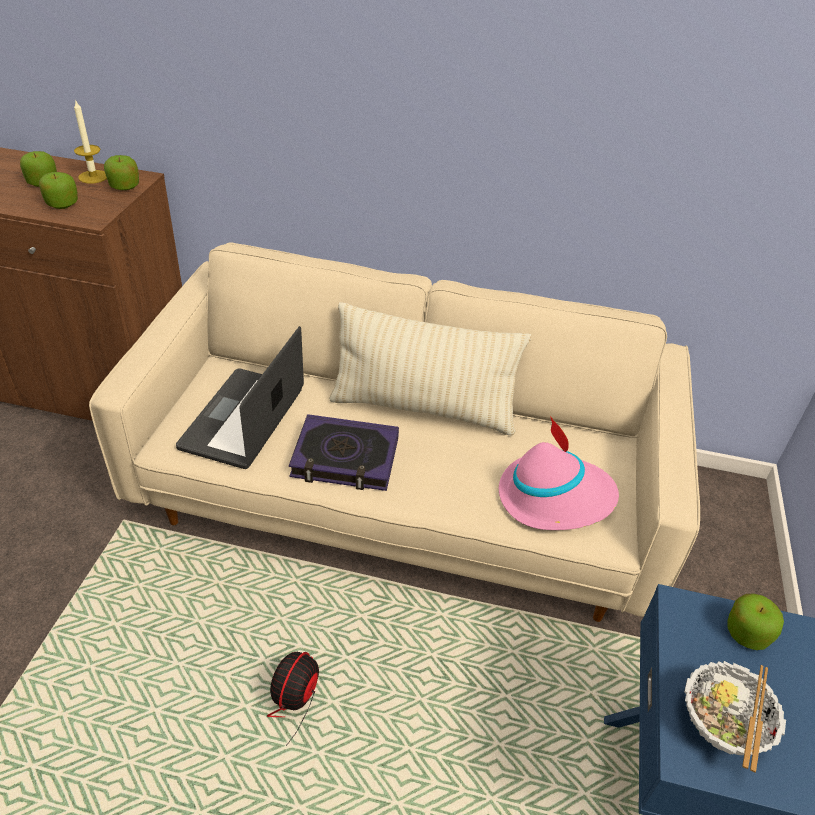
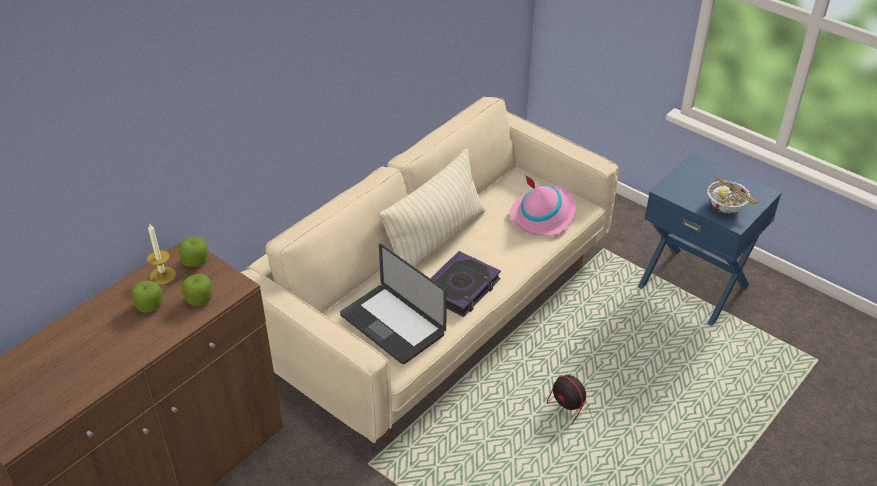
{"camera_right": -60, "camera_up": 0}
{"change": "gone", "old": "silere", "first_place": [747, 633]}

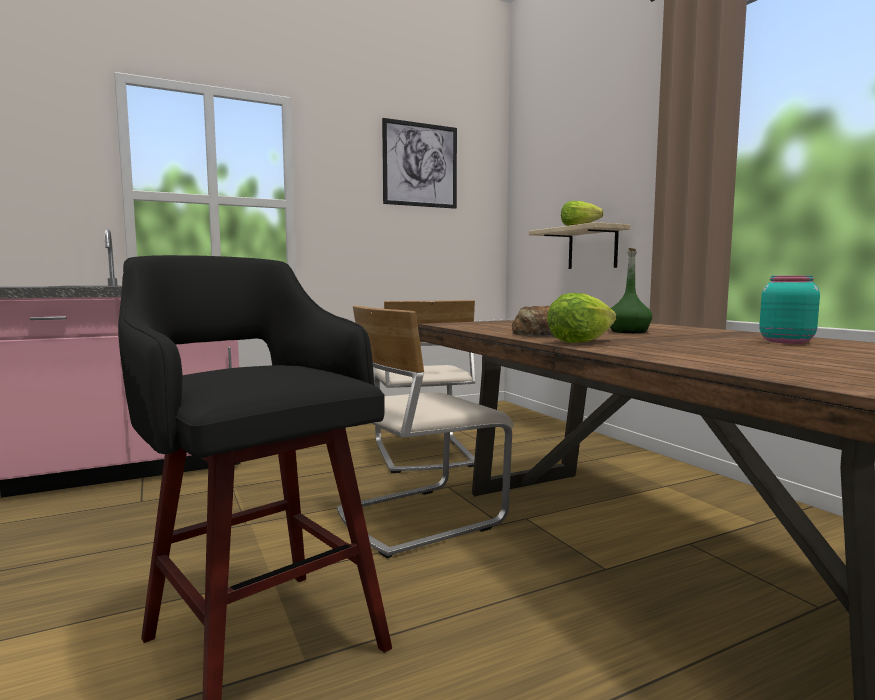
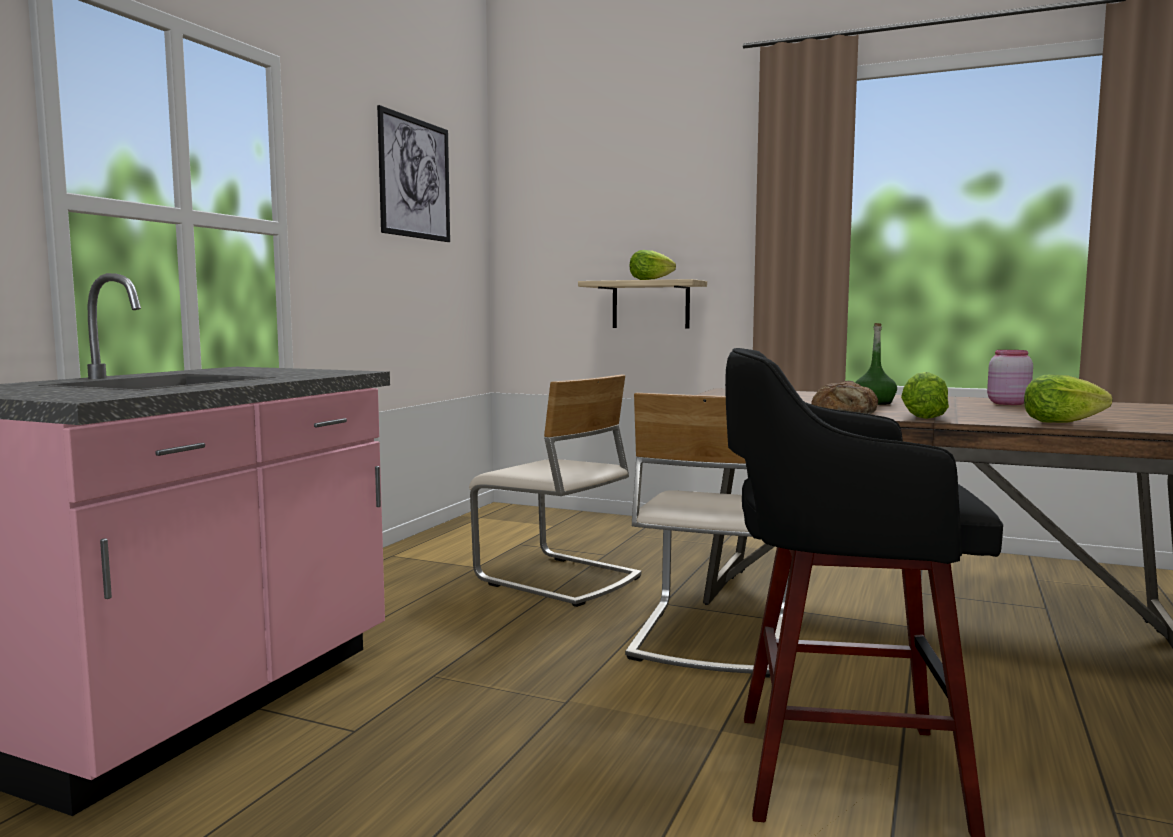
{"camera_right": -40, "camera_up": 0}
{"change": "repainted", "old": "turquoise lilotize", "new": "pink lilotize", "first_place": [785, 341], "second_place": [1007, 403]}
{"change": "new", "new": "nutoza", "second_place": [1060, 422]}

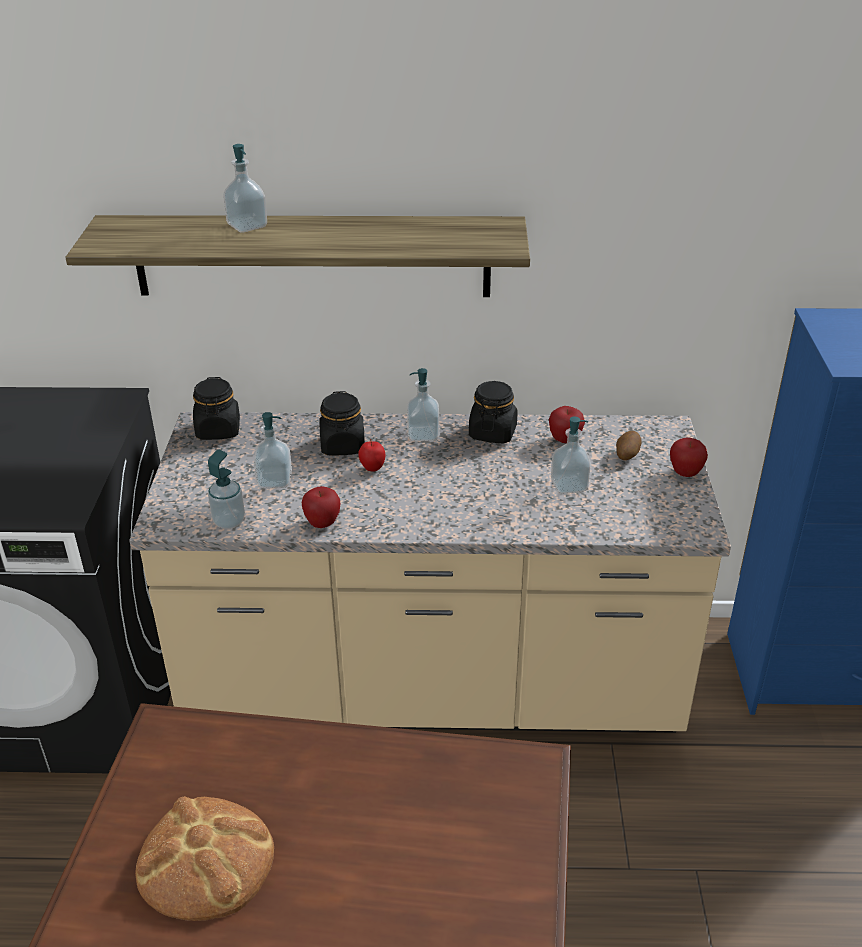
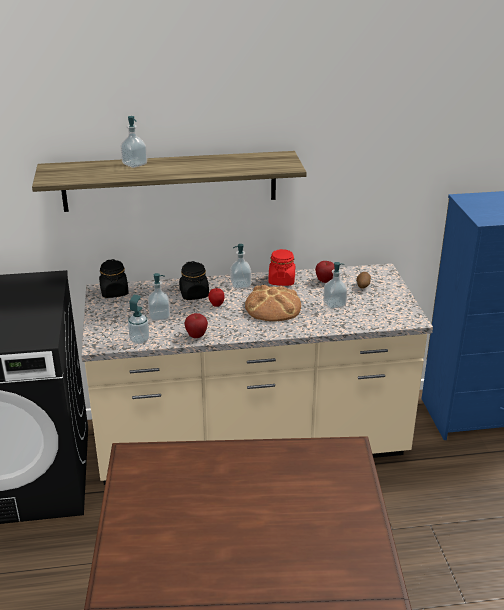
{"camera_right": -10, "camera_up": -5}
{"change": "repainted", "old": "black lilotize", "new": "red lilotize", "first_place": [492, 432], "second_place": [281, 280]}
{"change": "gone", "old": "silere", "first_place": [685, 473]}
{"change": "shifted", "old": "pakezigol", "first_place": [206, 860], "second_place": [272, 307]}

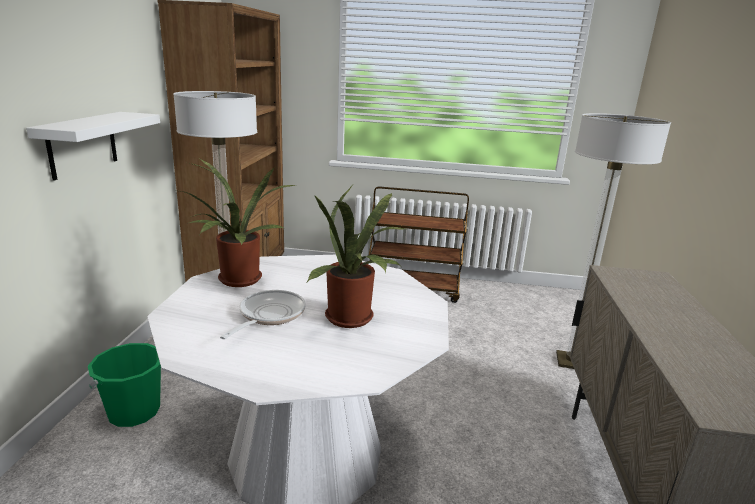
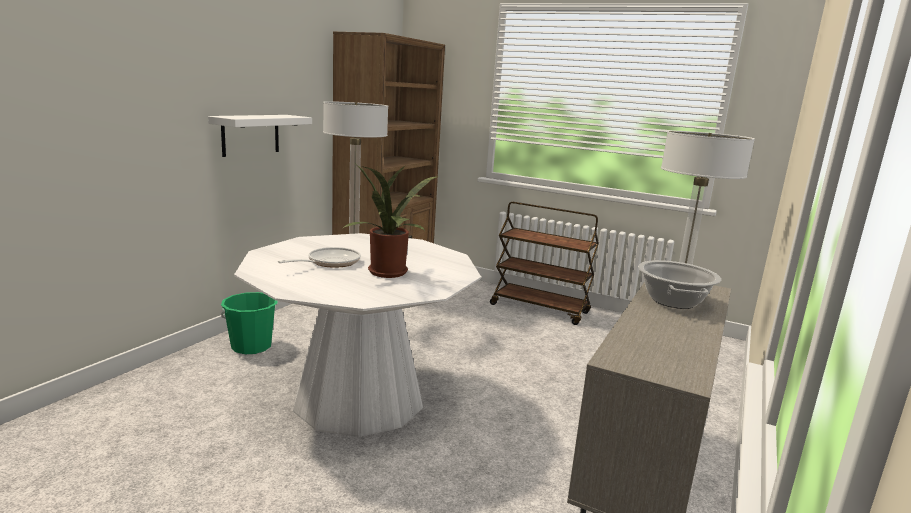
{"camera_right": 20, "camera_up": -5}
{"change": "gone", "old": "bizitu", "first_place": [238, 281]}
{"change": "new", "new": "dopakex", "second_place": [673, 301]}

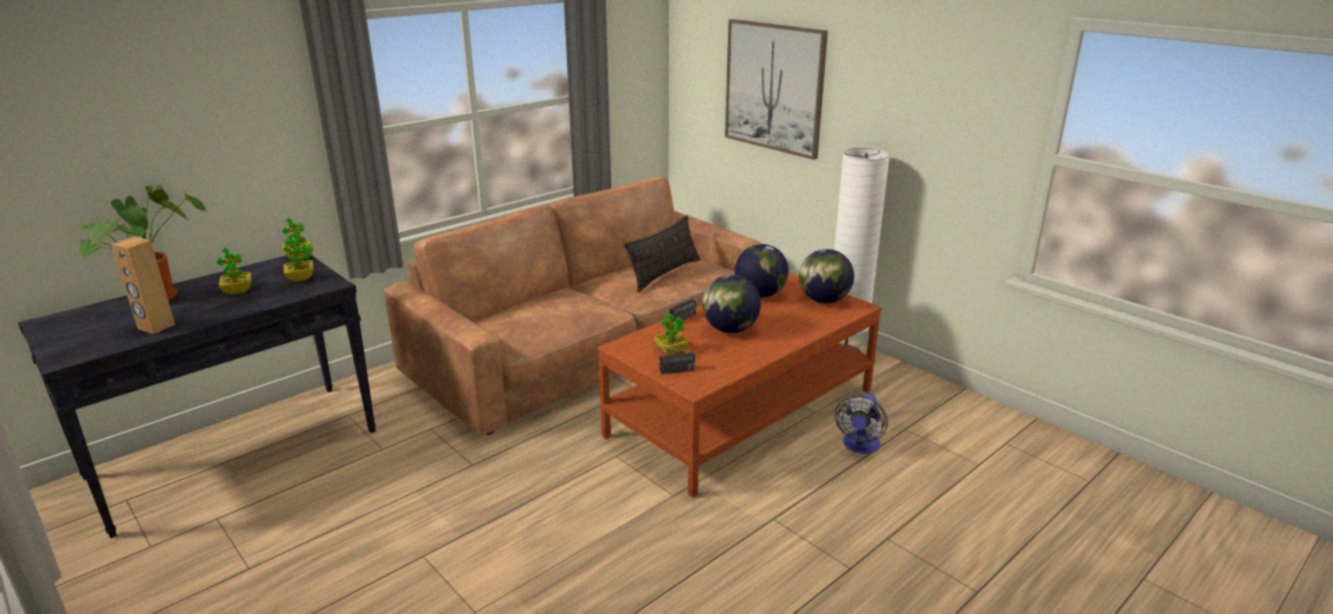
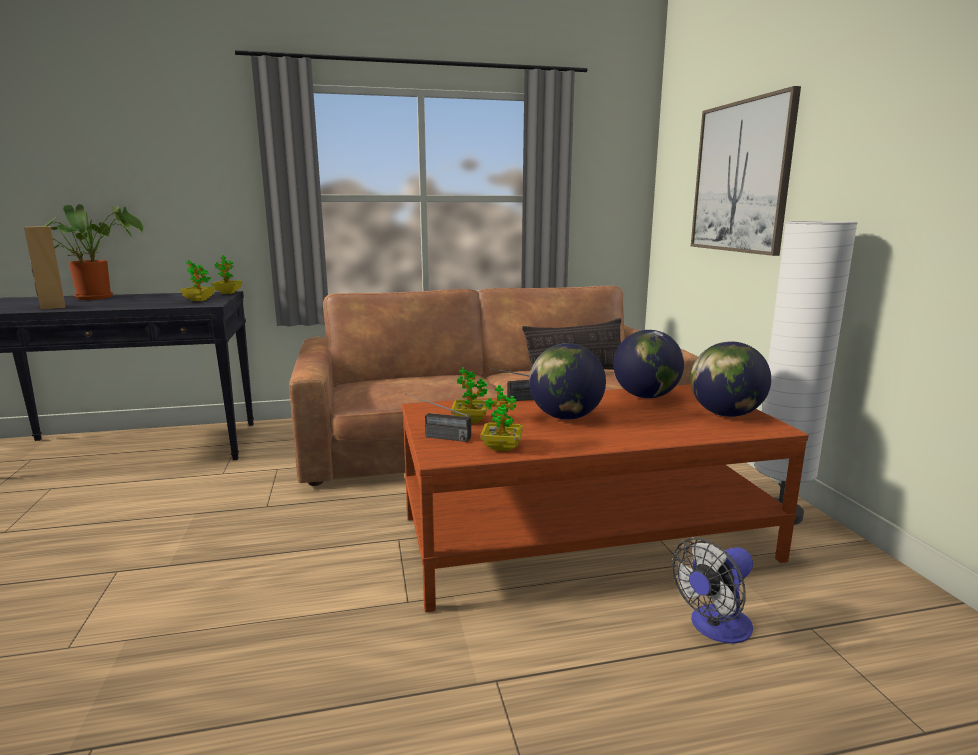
{"camera_right": 30, "camera_up": -10}
{"change": "shifted", "old": "bizitu", "first_place": [238, 291], "second_place": [502, 447]}

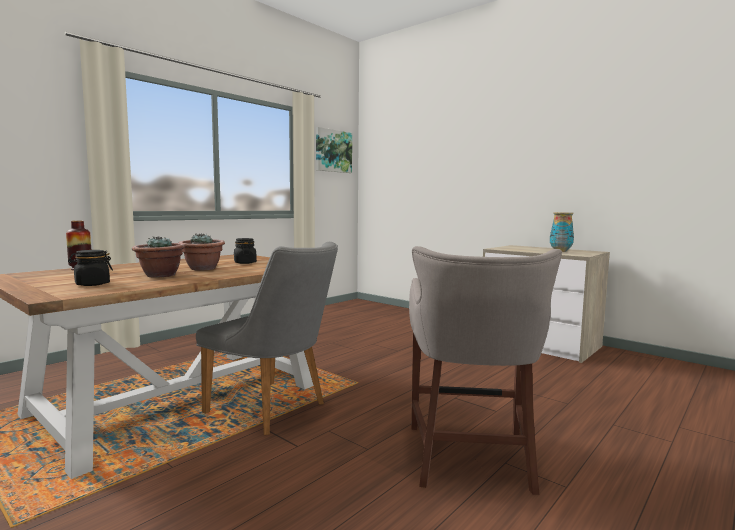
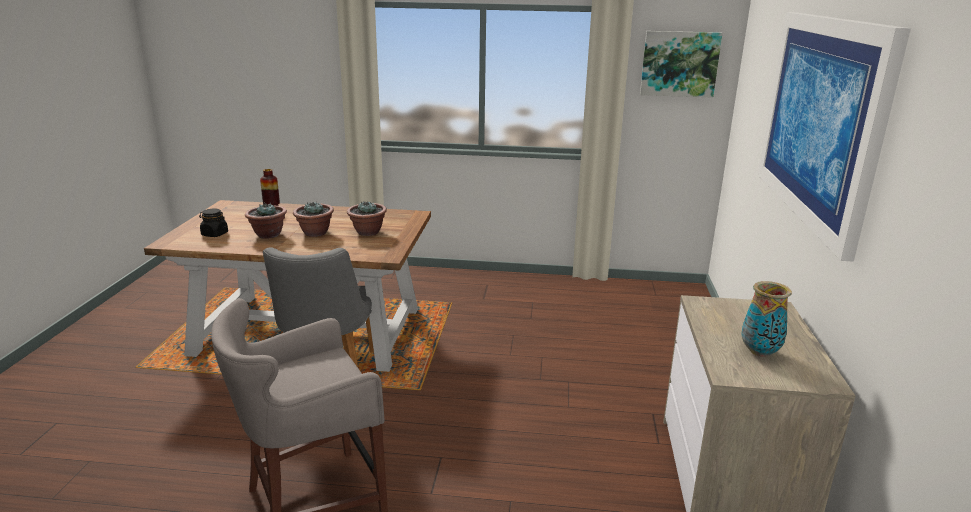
{"camera_right": 55, "camera_up": 15}
{"change": "swapped", "old": "black lilotize", "new": "bizitu", "first_place": [245, 263], "second_place": [368, 232]}
{"change": "new", "new": "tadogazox", "second_place": [821, 120]}

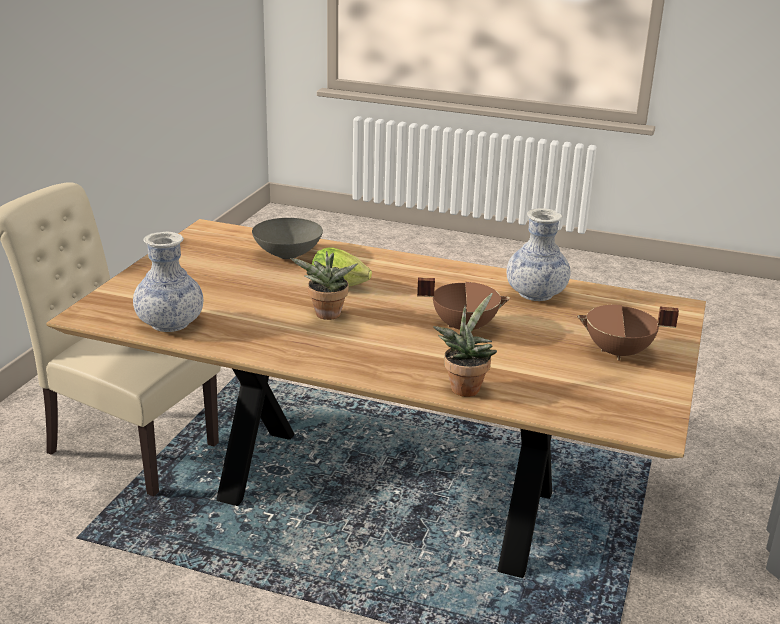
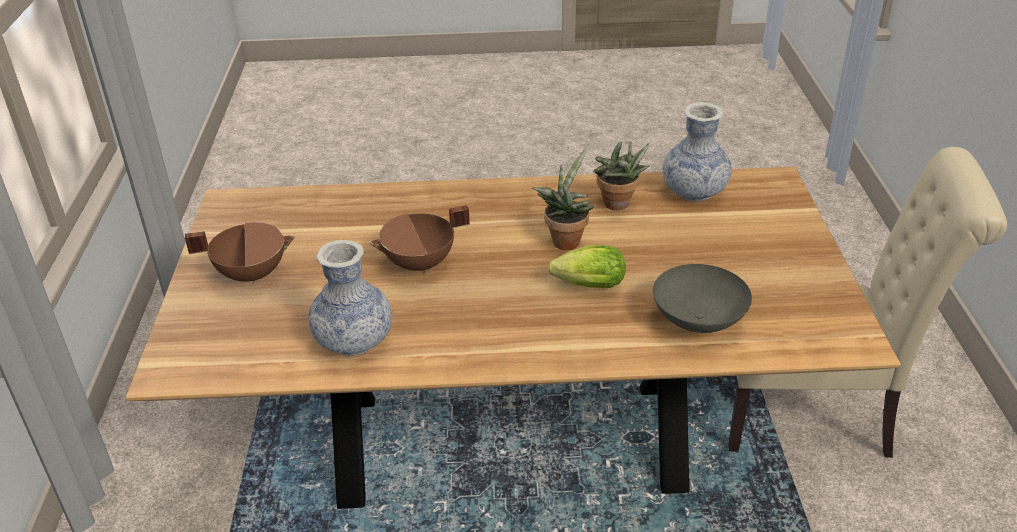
{"camera_right": 160, "camera_up": 10}
{"change": "shifted", "old": "bizitu", "first_place": [464, 387], "second_place": [618, 205]}

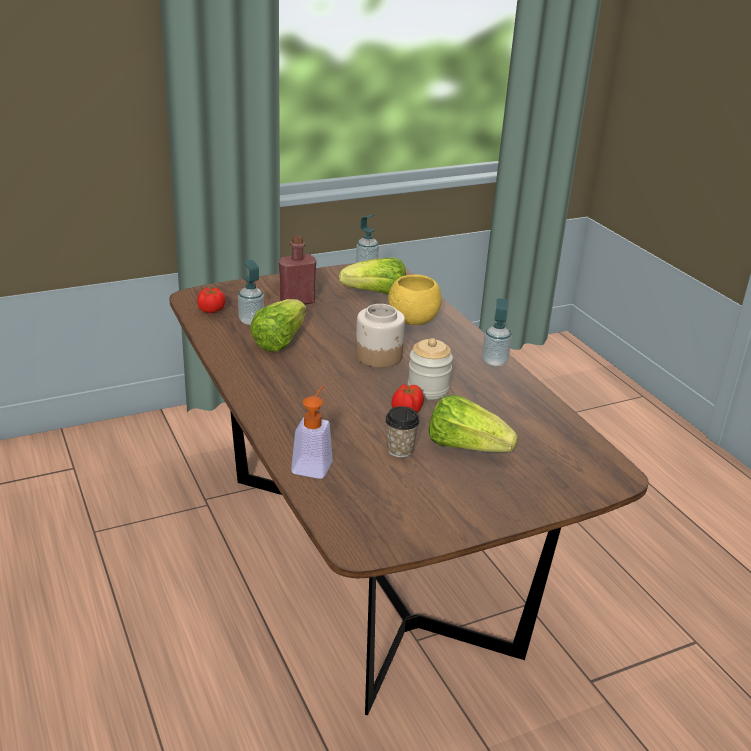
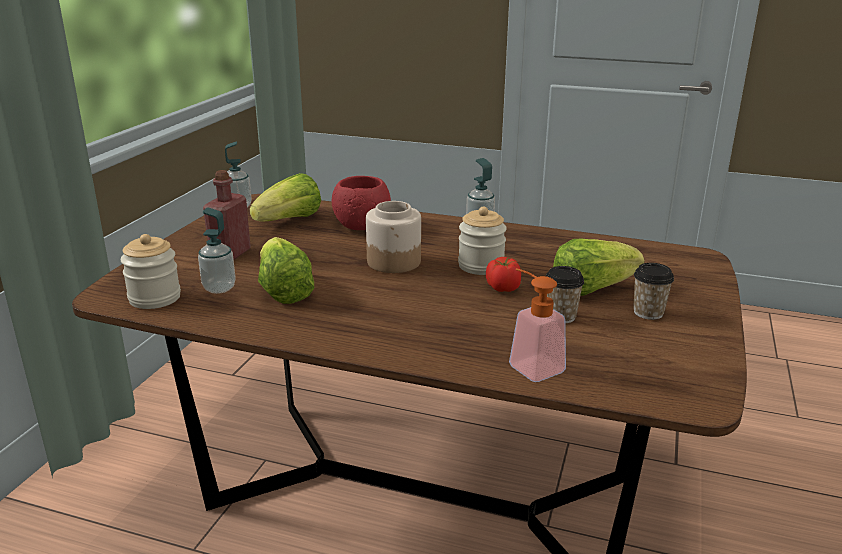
{"camera_right": -45, "camera_up": -5}
{"change": "repainted", "old": "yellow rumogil", "new": "red rumogil", "first_place": [413, 320], "second_place": [362, 226]}
{"change": "swapped", "old": "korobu", "new": "lilotize", "first_place": [211, 310], "second_place": [155, 298]}
{"change": "new", "new": "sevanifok", "second_place": [648, 313]}

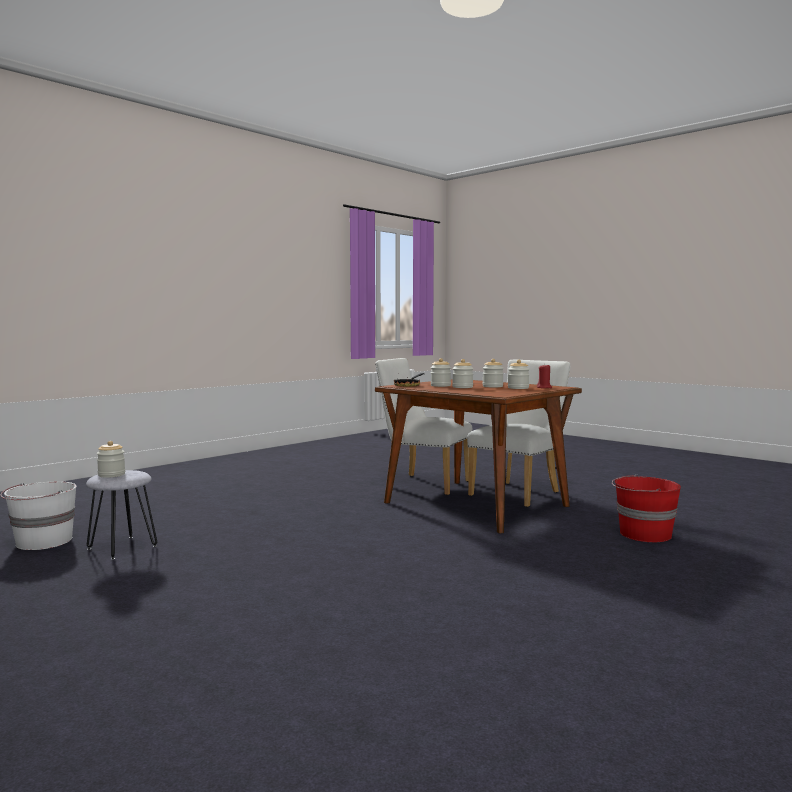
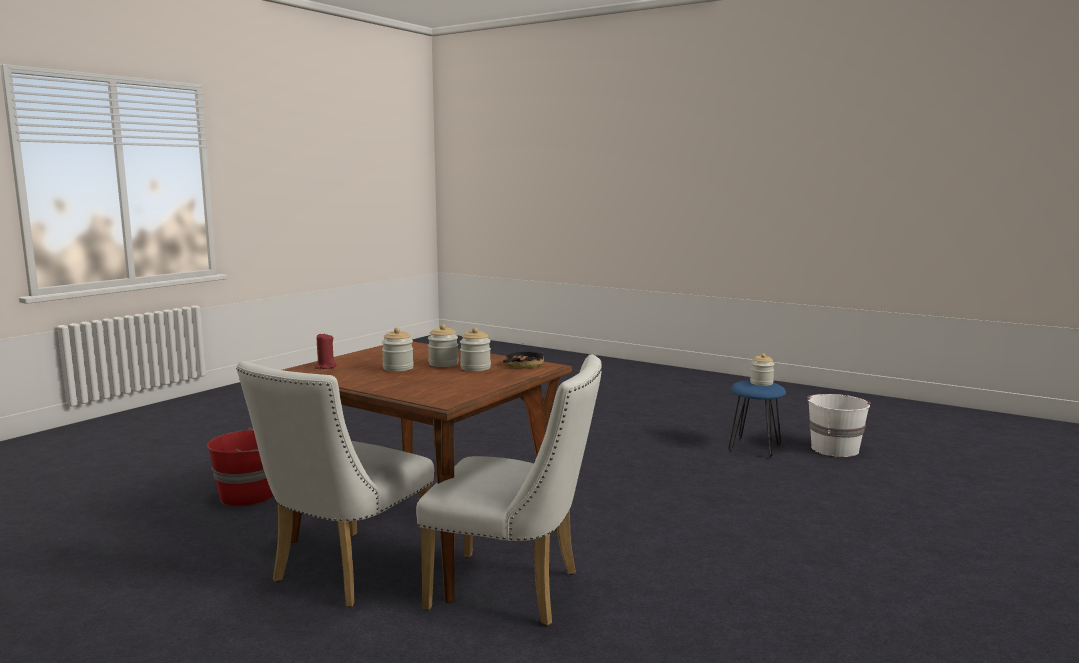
{"camera_right": 170, "camera_up": 5}
{"change": "gone", "old": "lilotize", "first_place": [518, 388]}
{"change": "repainted", "old": "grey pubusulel", "new": "blue pubusulel", "first_place": [122, 547], "second_place": [755, 448]}

